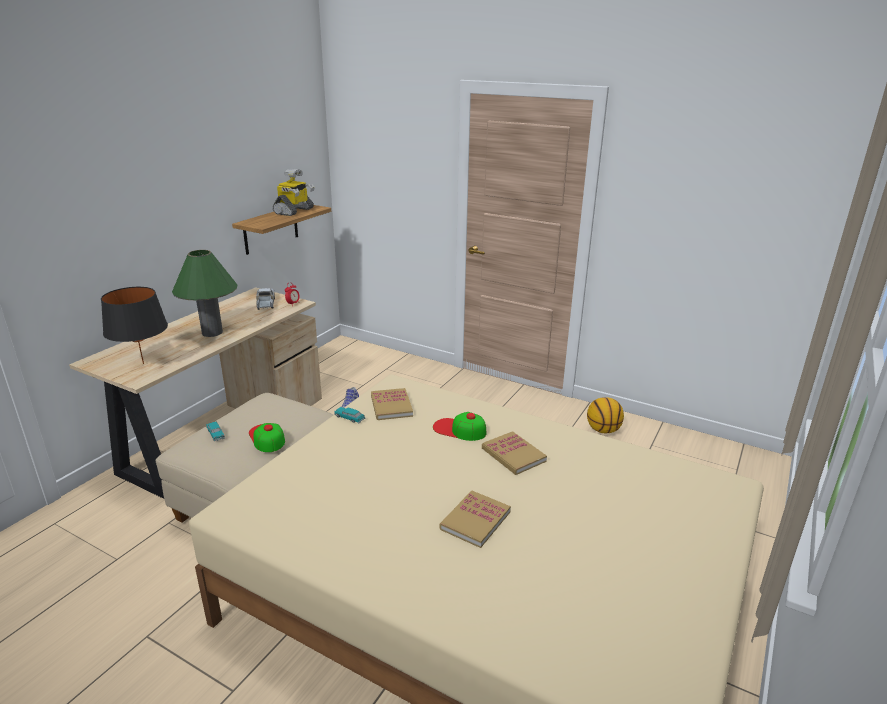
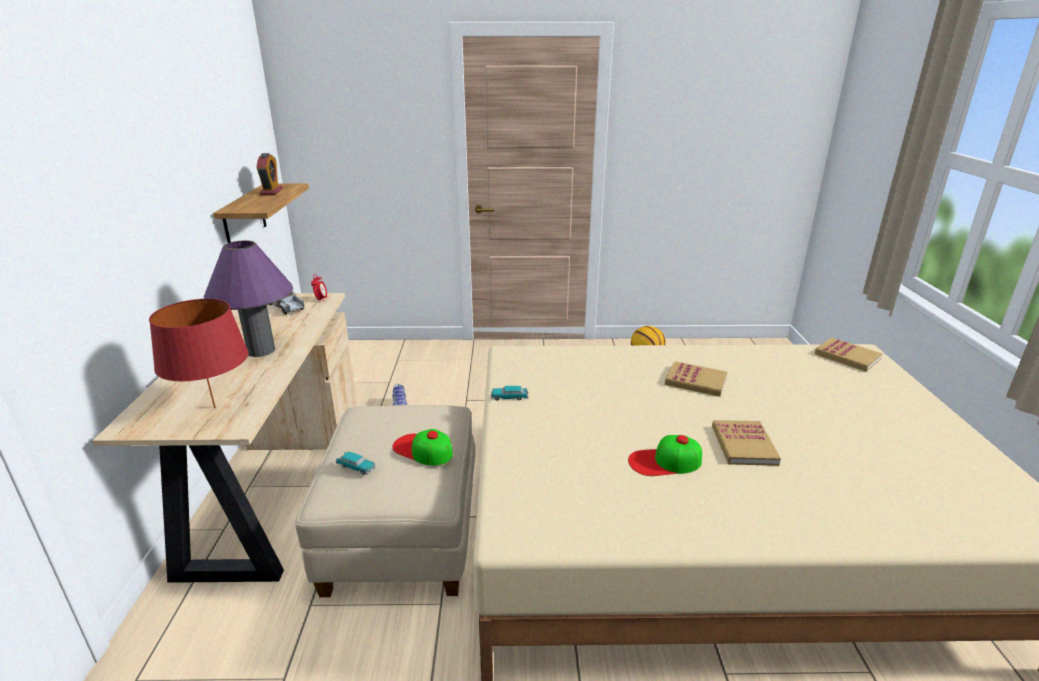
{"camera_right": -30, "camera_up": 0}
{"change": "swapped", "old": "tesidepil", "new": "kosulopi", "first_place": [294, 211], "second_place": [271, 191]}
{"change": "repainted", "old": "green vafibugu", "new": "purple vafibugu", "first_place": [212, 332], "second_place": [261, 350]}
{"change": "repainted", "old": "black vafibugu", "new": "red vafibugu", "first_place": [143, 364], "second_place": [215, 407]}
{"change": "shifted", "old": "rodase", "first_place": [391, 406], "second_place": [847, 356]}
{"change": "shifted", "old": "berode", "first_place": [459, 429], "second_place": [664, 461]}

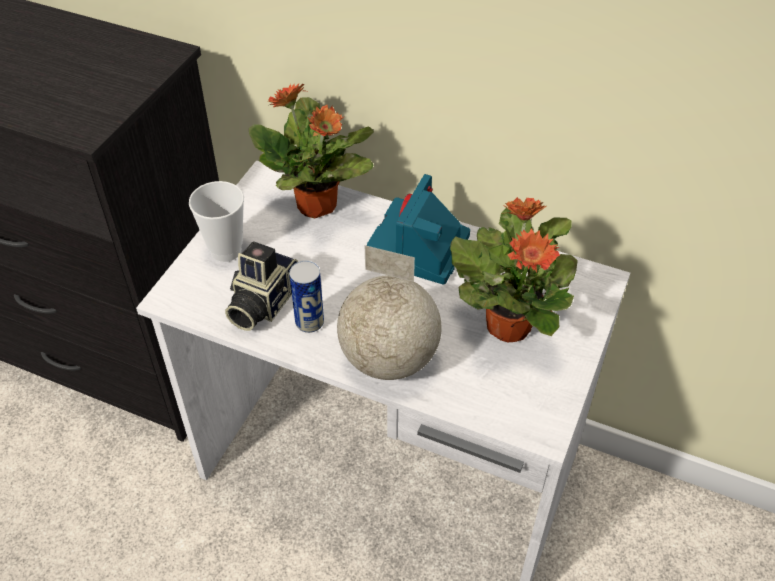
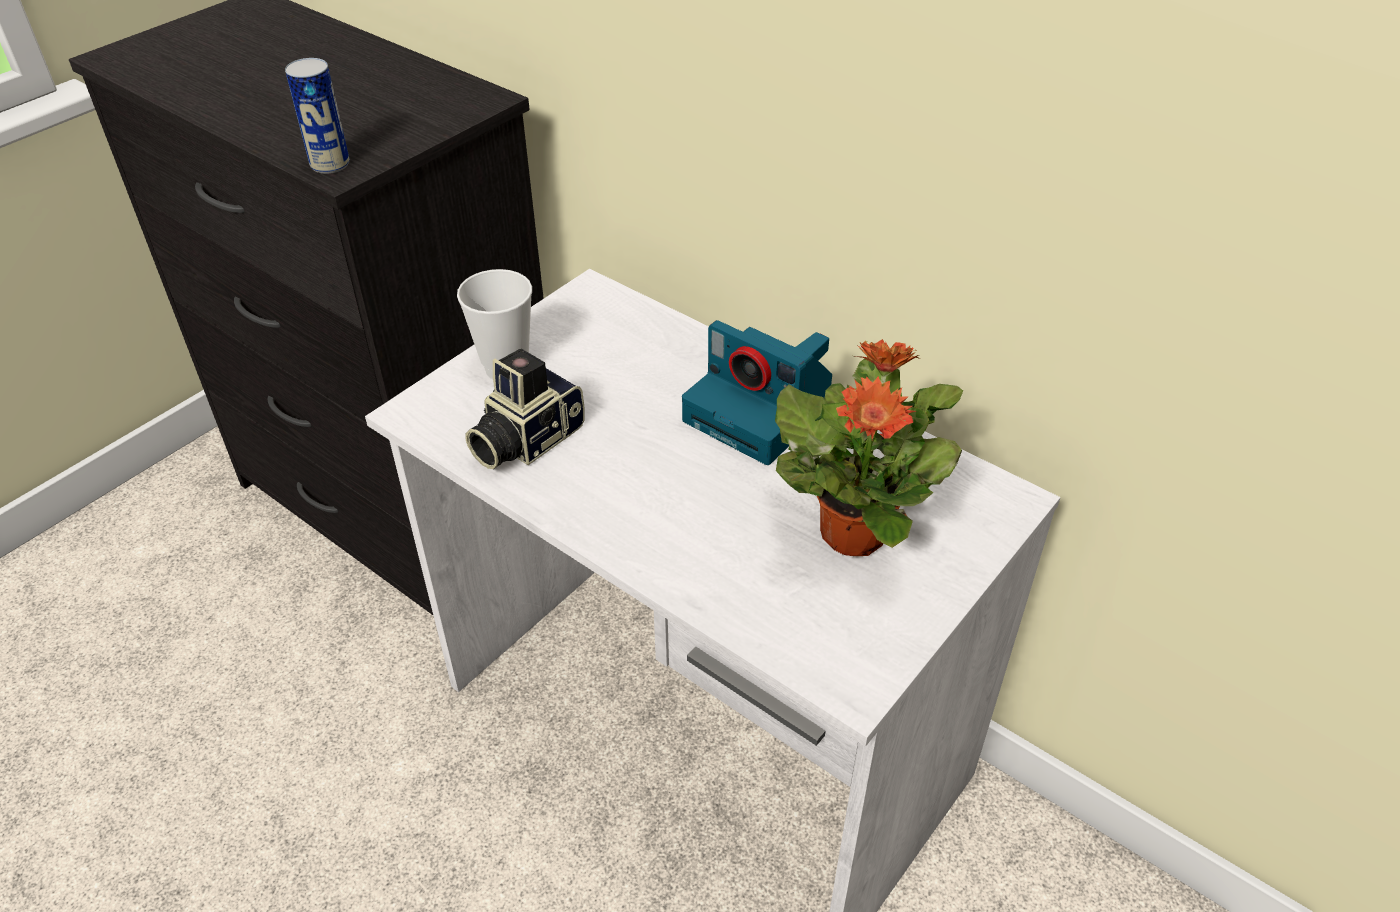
{"camera_right": 15, "camera_up": -5}
{"change": "gone", "old": "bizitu", "first_place": [317, 206]}
{"change": "rotated", "old": "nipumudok", "first_place": [419, 250], "second_place": [762, 412], "degrees": -90}
{"change": "gone", "old": "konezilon", "first_place": [389, 360]}
{"change": "shifted", "old": "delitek", "first_place": [309, 322], "second_place": [330, 164]}

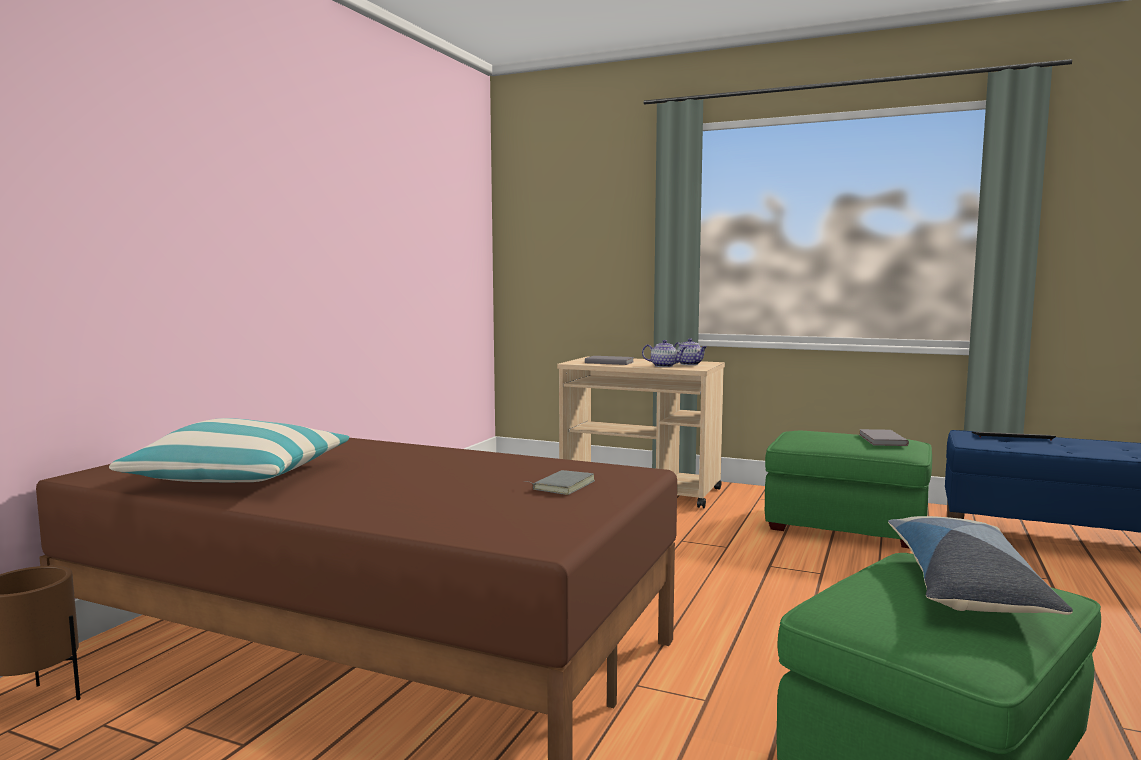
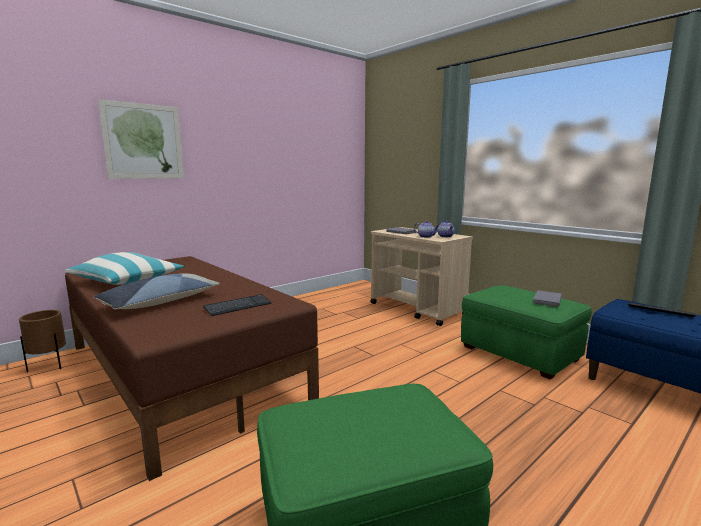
{"camera_right": 25, "camera_up": 5}
{"change": "swapped", "old": "grey rodase", "new": "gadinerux", "first_place": [562, 485], "second_place": [238, 306]}
{"change": "shifted", "old": "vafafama", "first_place": [964, 585], "second_place": [160, 302]}
{"change": "new", "new": "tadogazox", "second_place": [143, 141]}

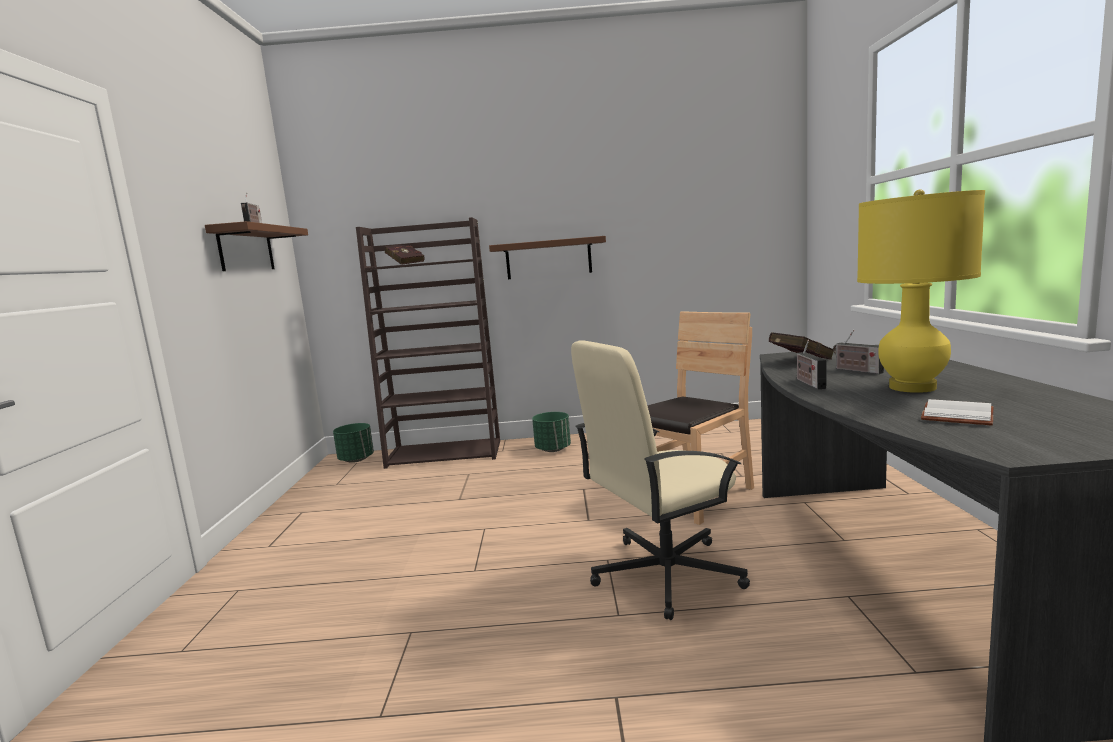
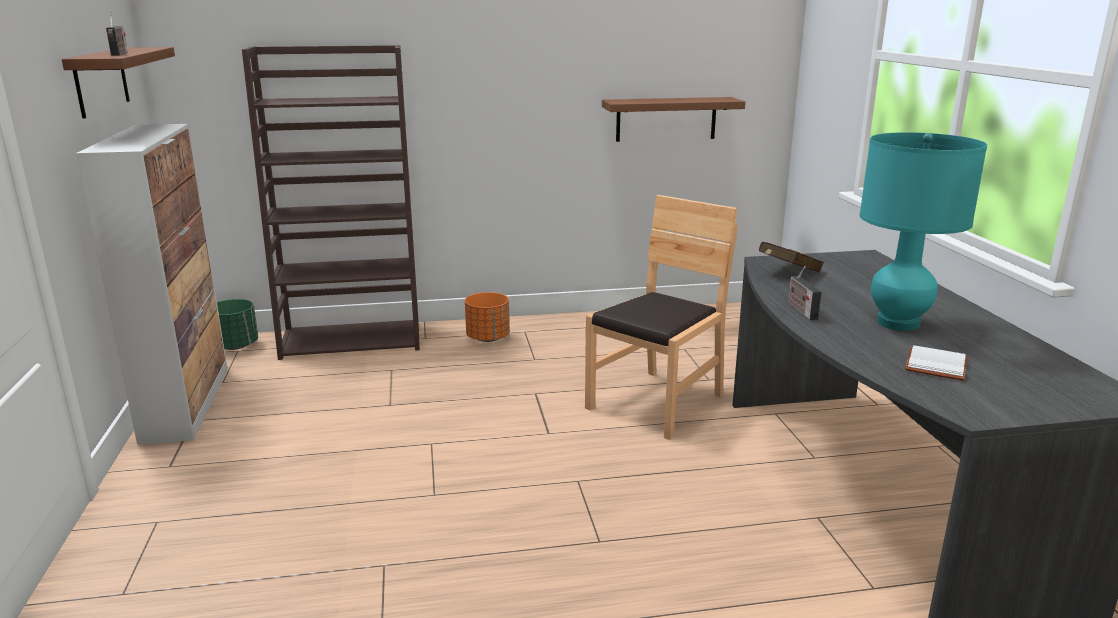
{"camera_right": -10, "camera_up": 10}
{"change": "repainted", "old": "yellow vafibugu", "new": "turquoise vafibugu", "first_place": [912, 387], "second_place": [898, 323]}
{"change": "shifted", "old": "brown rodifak", "first_place": [548, 258], "second_place": [666, 119]}
{"change": "gone", "old": "red rodase", "first_place": [405, 264]}
{"change": "gone", "old": "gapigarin", "first_place": [856, 370]}
{"change": "gone", "old": "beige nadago", "first_place": [664, 574]}
{"change": "repainted", "old": "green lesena", "new": "orange lesena", "first_place": [553, 449], "second_place": [488, 338]}
{"change": "new", "new": "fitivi", "second_place": [187, 403]}

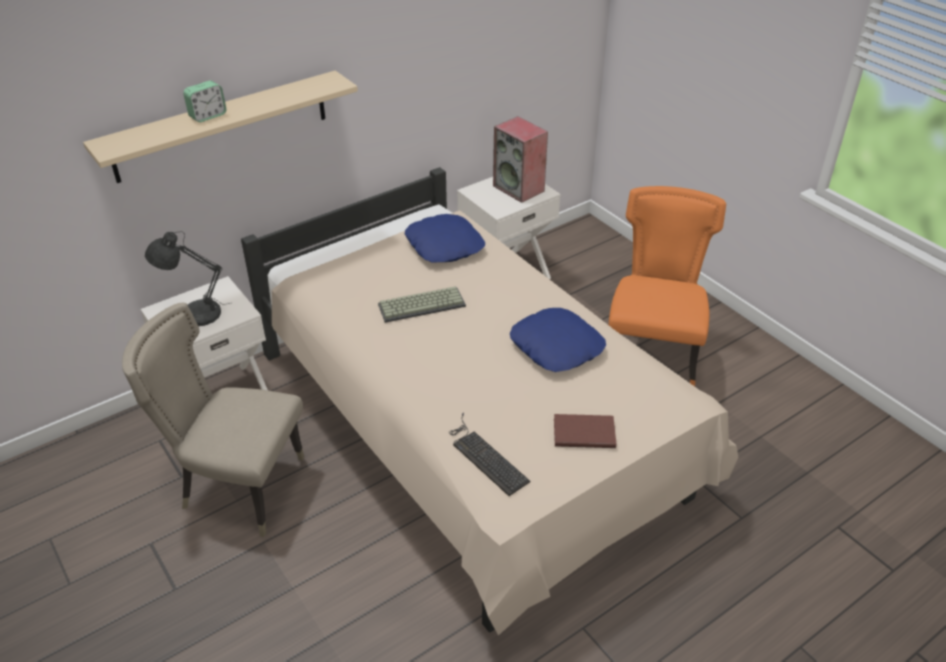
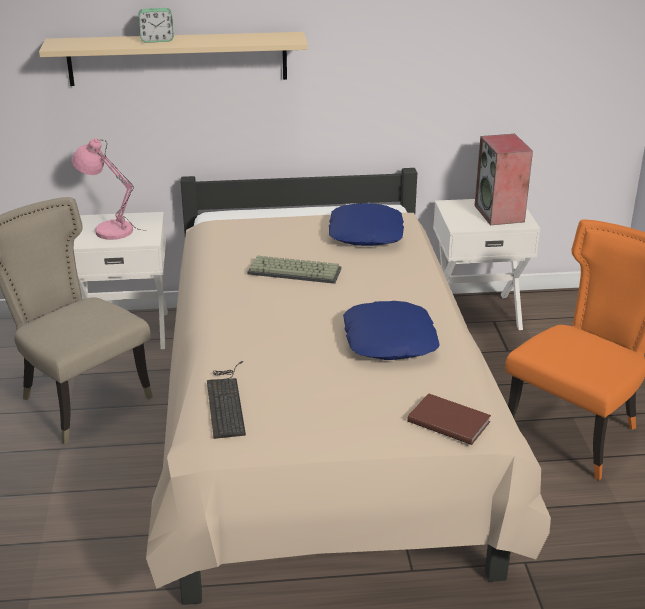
{"camera_right": 30, "camera_up": -10}
{"change": "repainted", "old": "grey vafibugu", "new": "pink vafibugu", "first_place": [196, 314], "second_place": [110, 230]}
{"change": "shifted", "old": "brown rodase", "first_place": [583, 432], "second_place": [448, 420]}

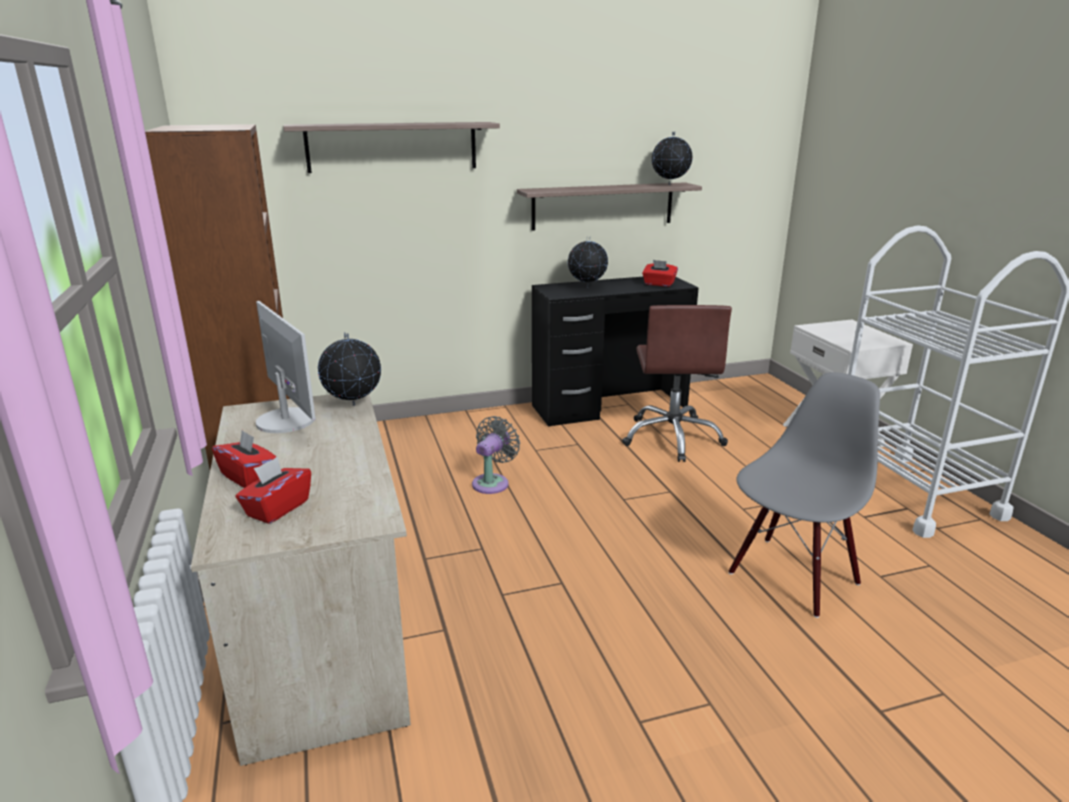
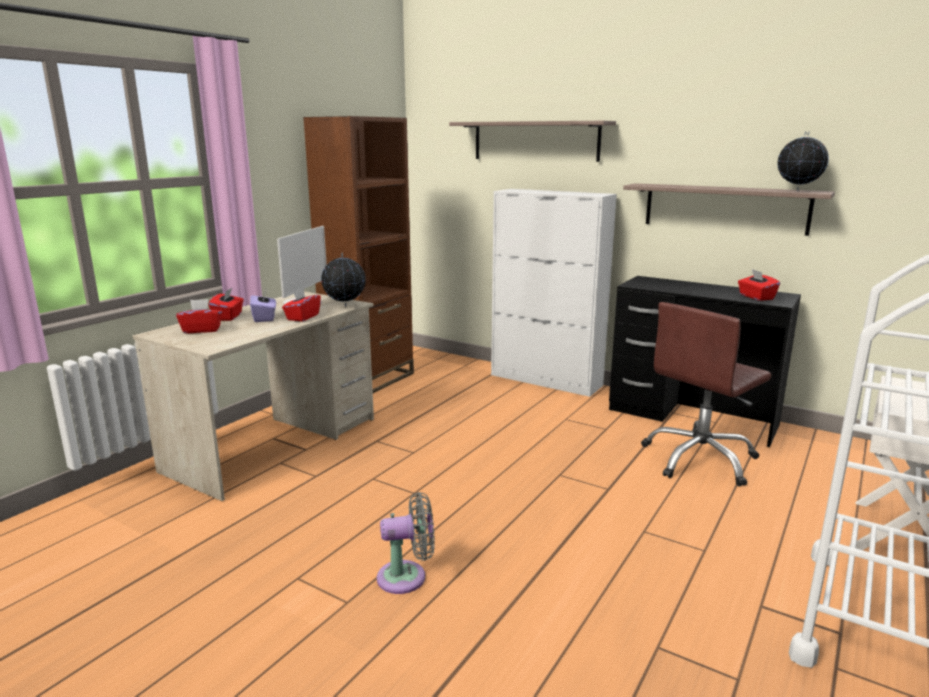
{"camera_right": 50, "camera_up": -5}
{"change": "gone", "old": "konezilon", "first_place": [586, 287]}
{"change": "gone", "old": "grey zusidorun", "first_place": [792, 576]}
{"change": "shifted", "old": "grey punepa", "first_place": [492, 482], "second_place": [407, 577]}
{"change": "new", "new": "white fitivi", "second_place": [546, 380]}
{"change": "new", "new": "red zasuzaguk", "second_place": [302, 317]}
{"change": "new", "new": "purple zasuzaguk", "second_place": [264, 318]}

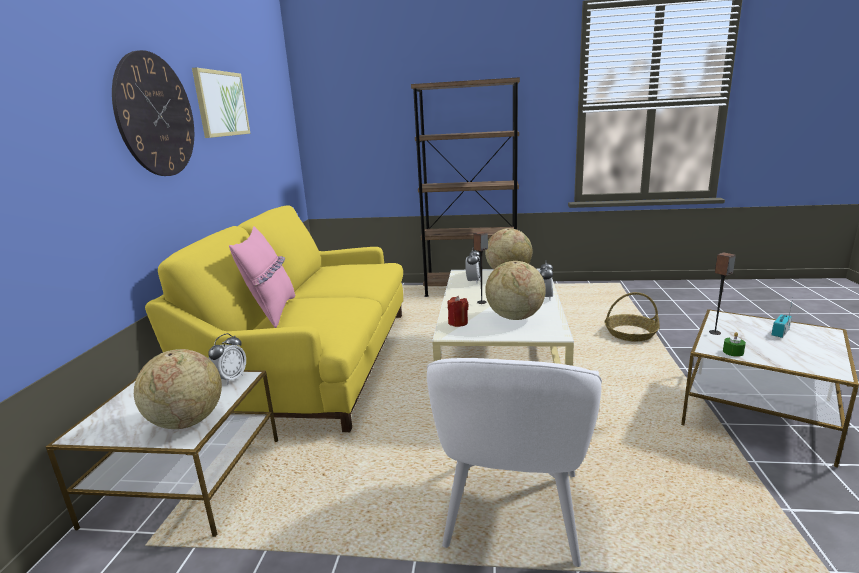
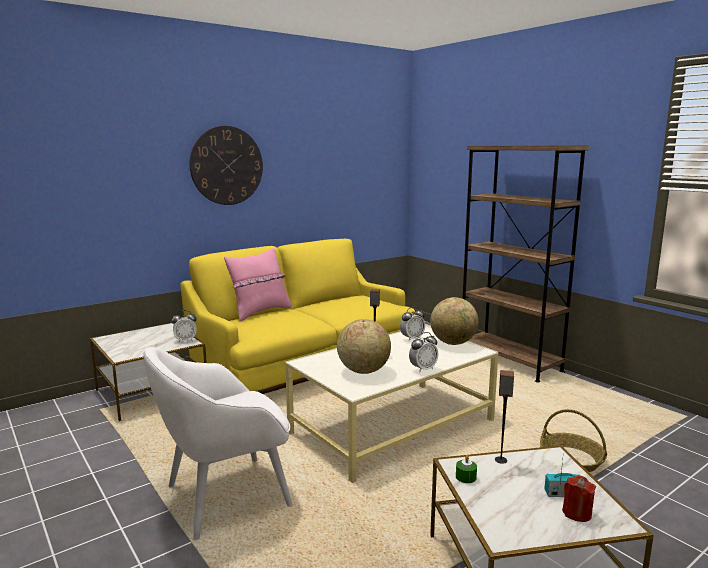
{"camera_right": 45, "camera_up": -5}
{"change": "gone", "old": "tadogazox", "first_place": [221, 104]}
{"change": "shifted", "old": "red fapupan", "first_place": [458, 323], "second_place": [577, 513]}
{"change": "gone", "old": "konezilon", "first_place": [186, 421]}

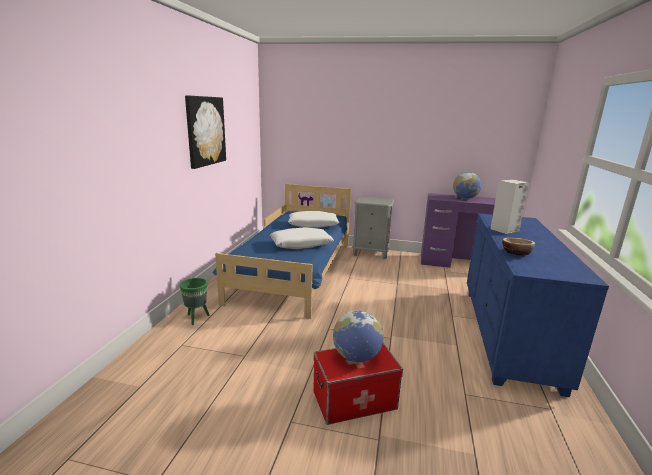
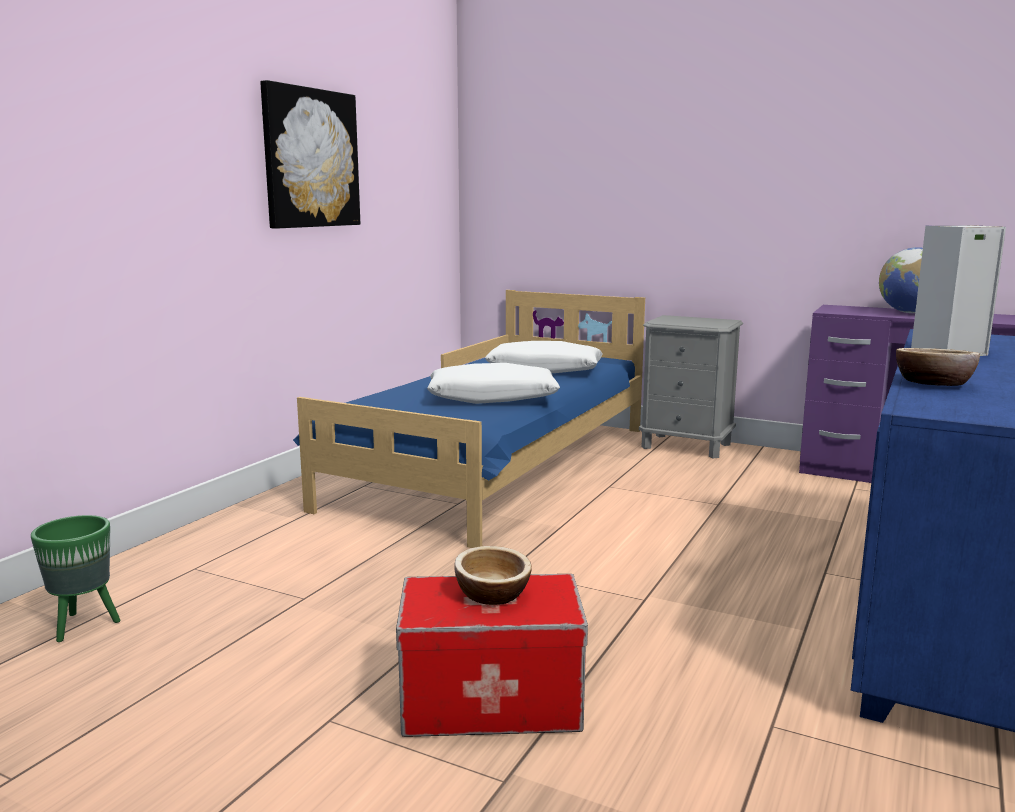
{"camera_right": 15, "camera_up": -5}
{"change": "shifted", "old": "green lesena", "first_place": [196, 318], "second_place": [84, 625]}
{"change": "swapped", "old": "konezilon", "new": "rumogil", "first_place": [356, 357], "second_place": [492, 594]}

